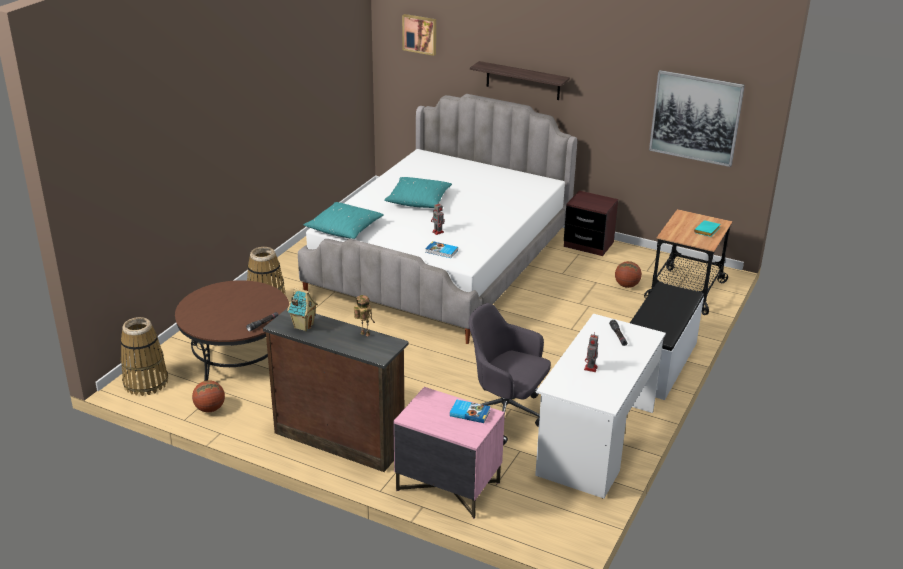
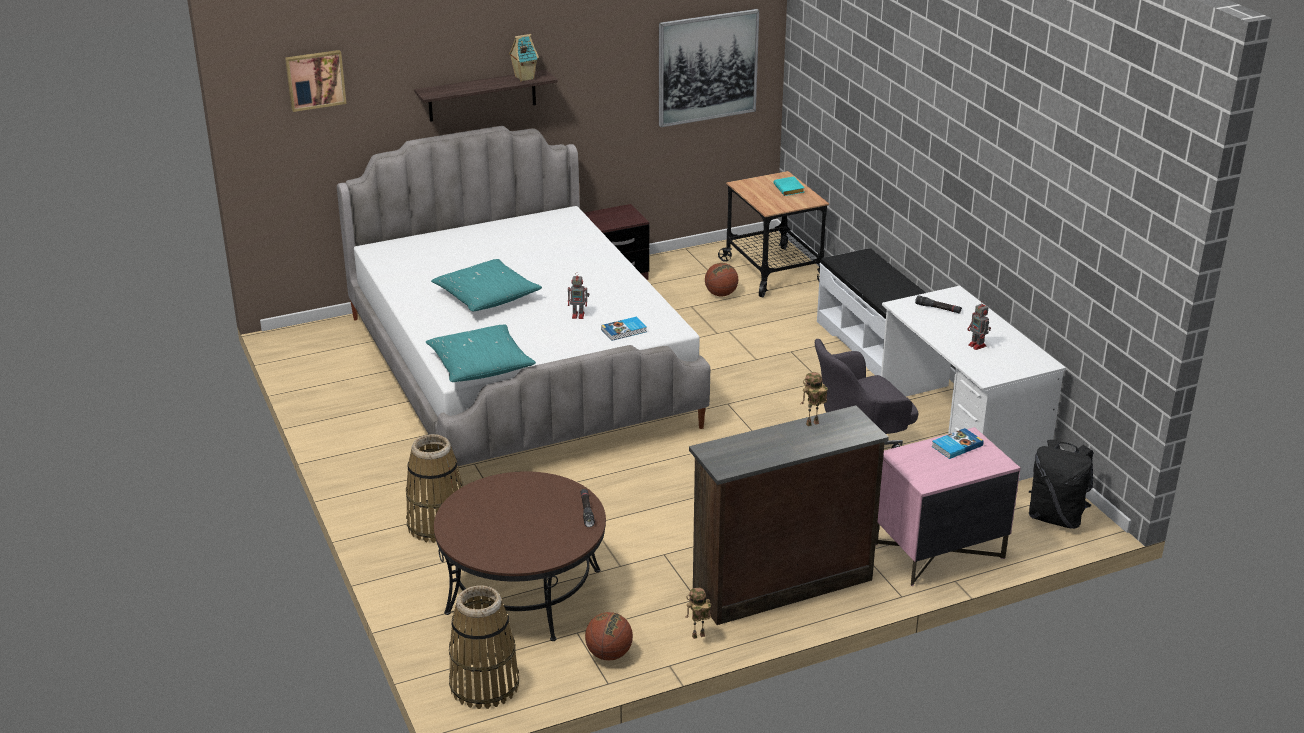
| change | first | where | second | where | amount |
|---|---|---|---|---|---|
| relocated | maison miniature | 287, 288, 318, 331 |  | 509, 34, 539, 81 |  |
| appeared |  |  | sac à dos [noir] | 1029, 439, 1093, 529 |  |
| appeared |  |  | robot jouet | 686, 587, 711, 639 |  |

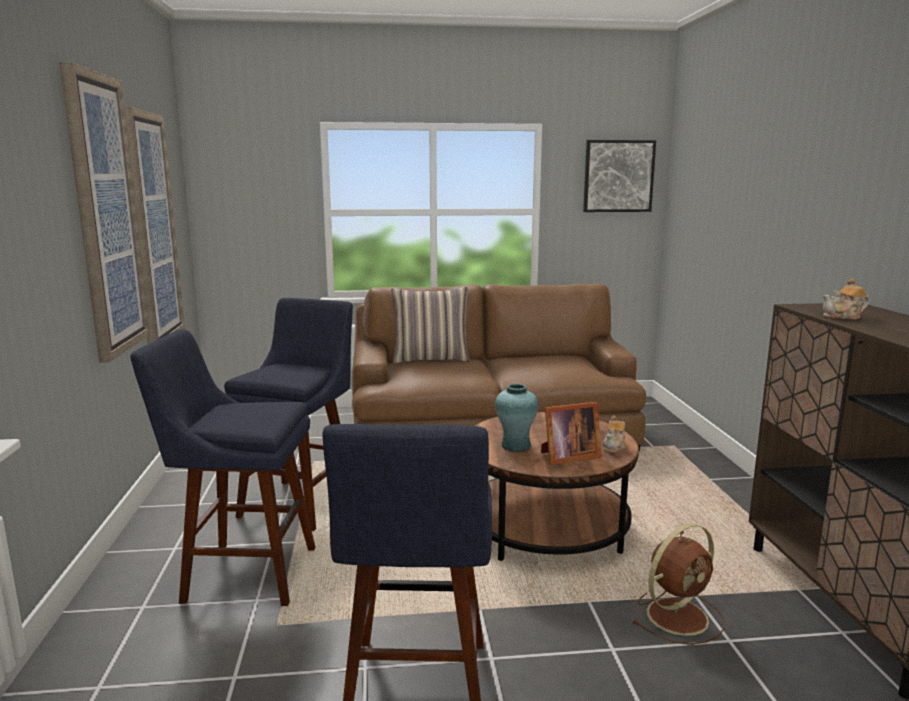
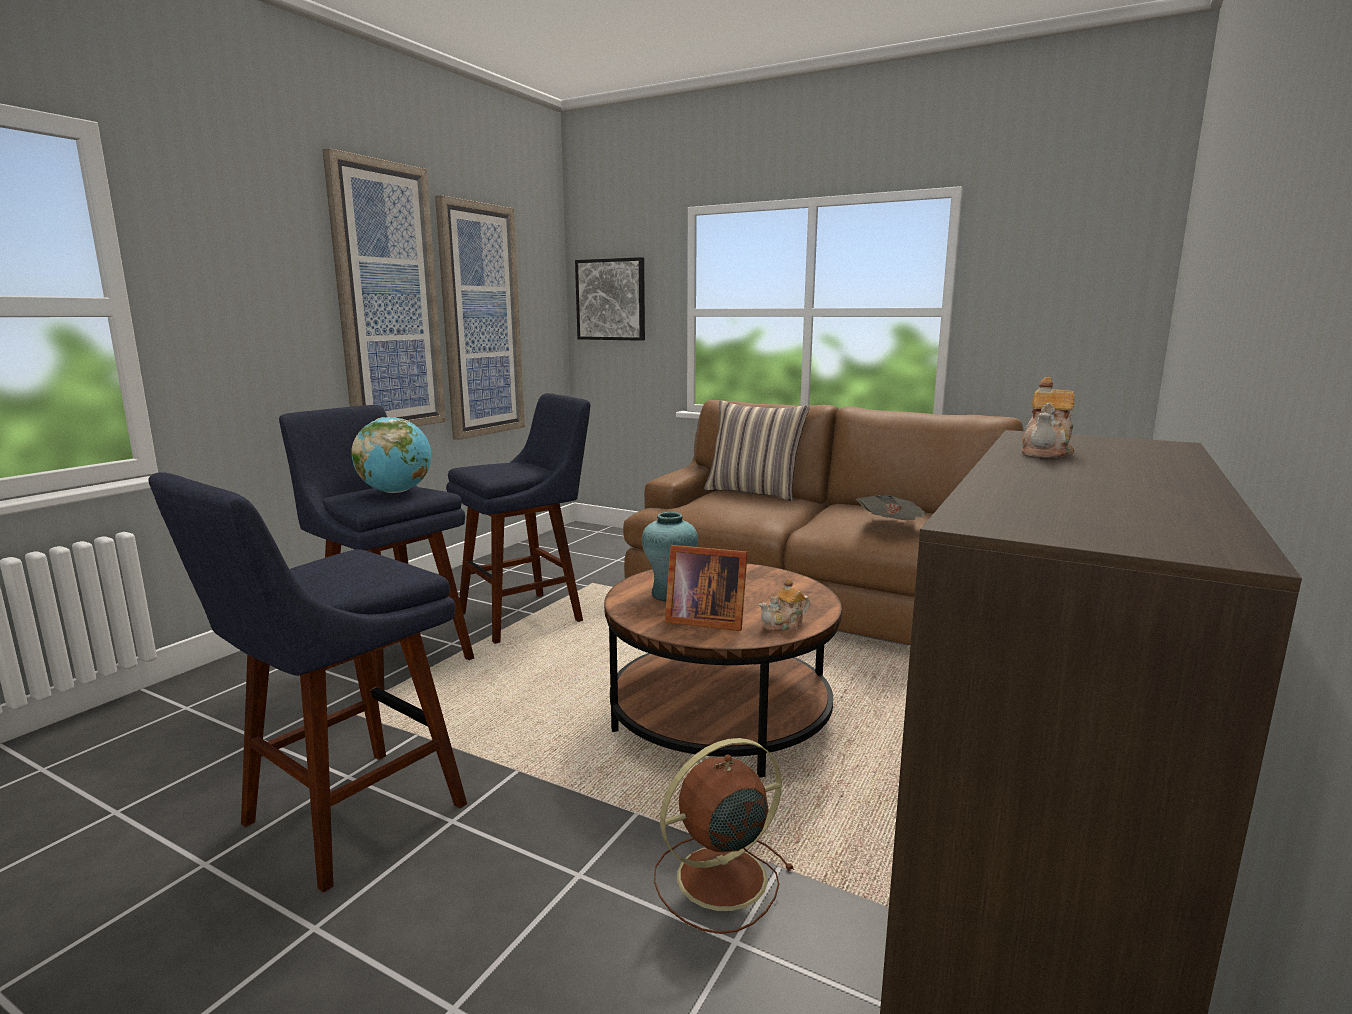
| change | first | where | second | where | amount |
|---|---|---|---|---|---|
| relocated | tableau | 583, 140, 656, 212 |  | 575, 257, 645, 341 |  |
| spun | théière | 822, 278, 870, 319 |  | 1021, 377, 1074, 458 | 90 degrees counterclockwise |
| spun | ventilateur [marron] | 633, 523, 725, 645 |  | 654, 738, 794, 934 | 150 degrees clockwise |
| appeared |  |  | globe | 351, 417, 432, 493 |  |
| appeared |  |  | journal | 856, 495, 926, 520 |  |

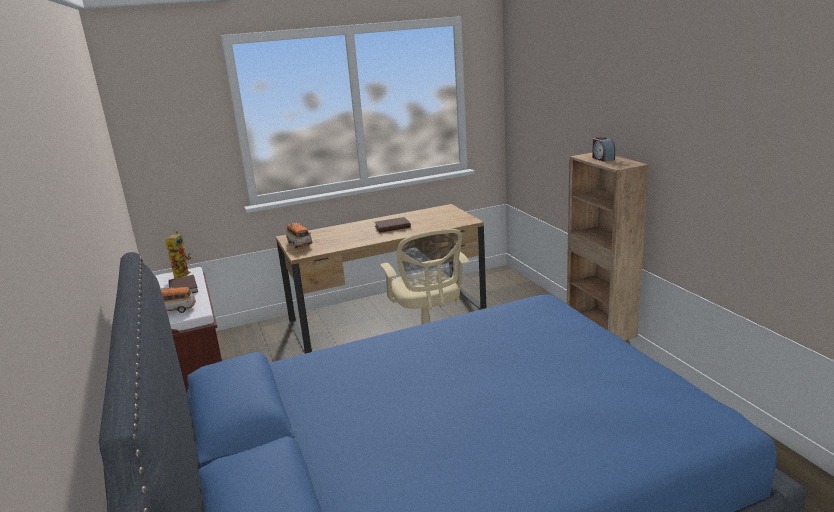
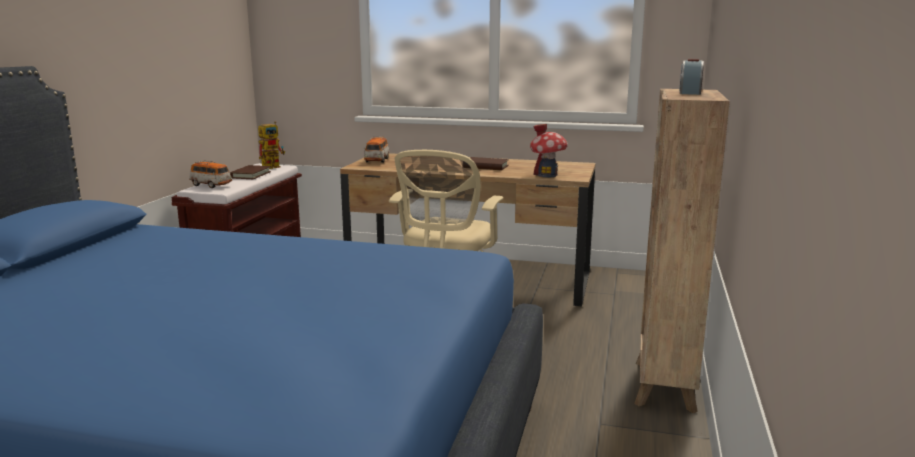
| change | first | where | second | where | amount |
|---|---|---|---|---|---|
| appeared |  |  | maison miniature | 530, 124, 568, 177 |  |

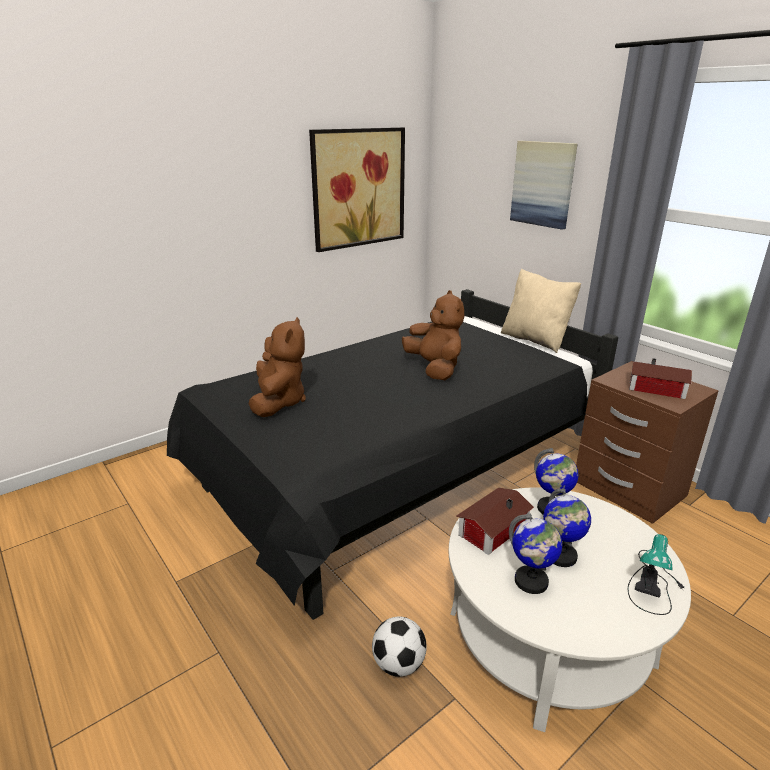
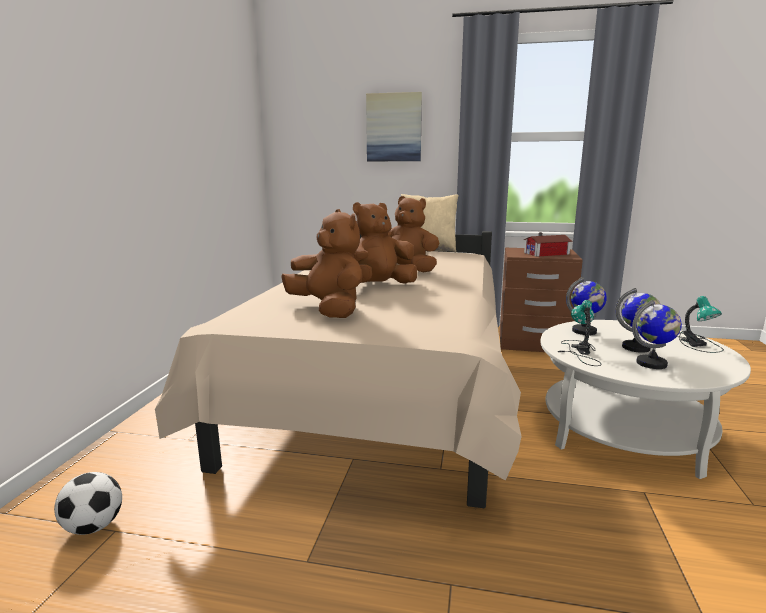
| change | first | where | second | where | amount |
|---|---|---|---|---|---|
| missing | tableau | 309, 127, 405, 252 |  |  |  |
| colour | lit [noir] | 167, 289, 618, 620 | lit [beige] | 155, 231, 522, 508 |  |
| exchanged | maison miniature | 456, 488, 534, 555 | lampe de table | 558, 300, 601, 366 |  |
| relocated | ballon de foot | 372, 616, 427, 677 |  | 54, 472, 122, 535 |  |
| appeared |  |  | peluche [marron] | 353, 202, 417, 284 |  |

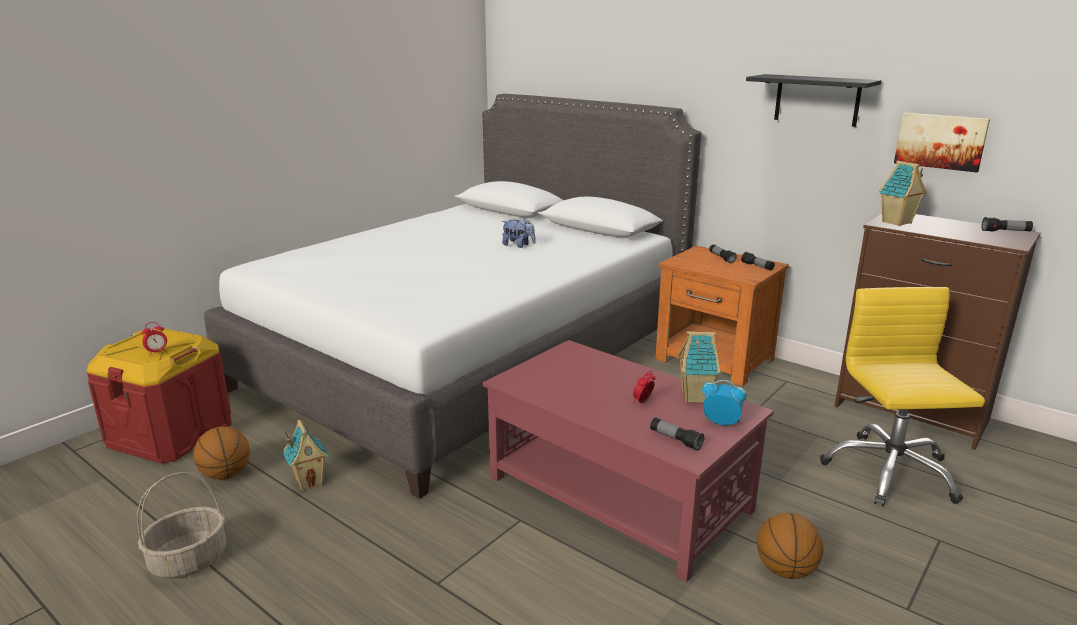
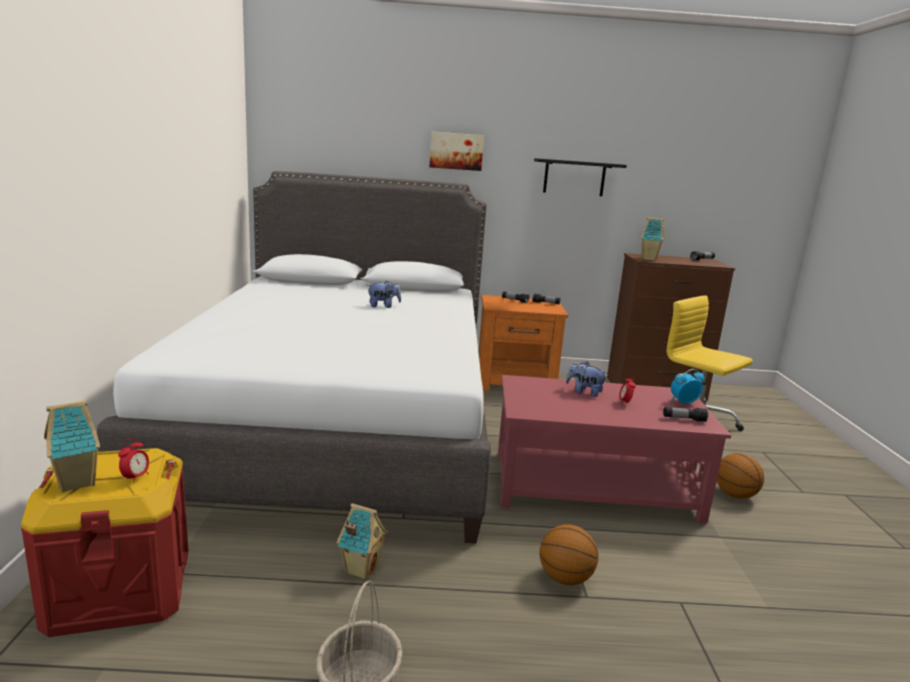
| change | first | where | second | where | amount |
|---|---|---|---|---|---|
| relocated | tableau | 894, 113, 990, 172 |  | 430, 132, 484, 171 |  |
| relocated | maison miniature | 678, 331, 721, 402 |  | 44, 400, 100, 492 |  |
| relocated | ballon de basket | 193, 426, 250, 480 |  | 540, 524, 598, 585 |  |
| appeared |  |  | peluche | 566, 362, 608, 397 |  |

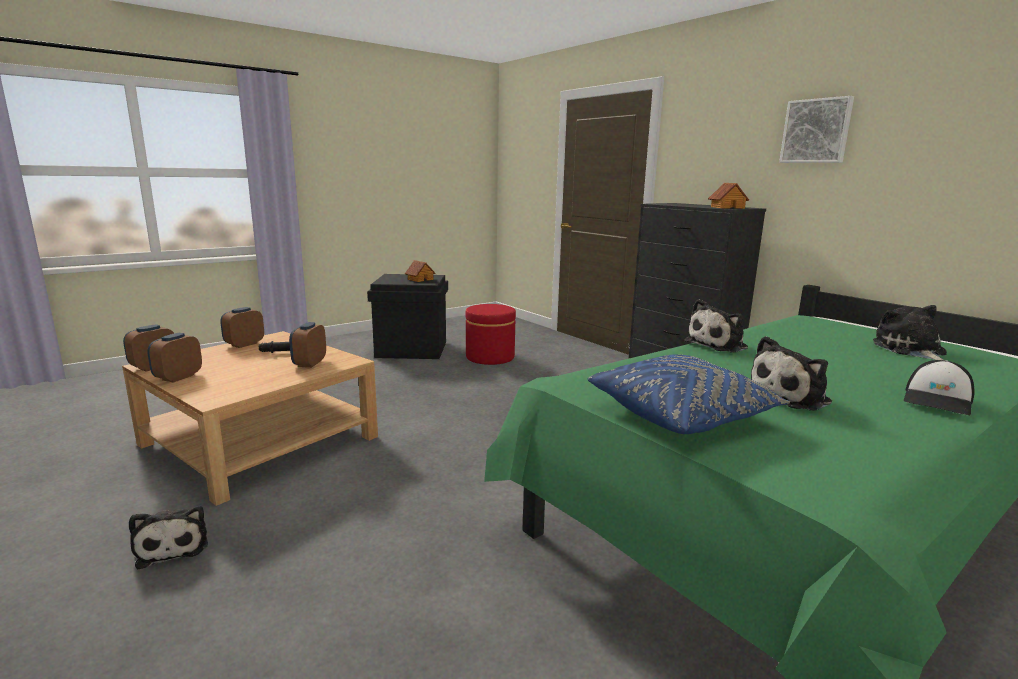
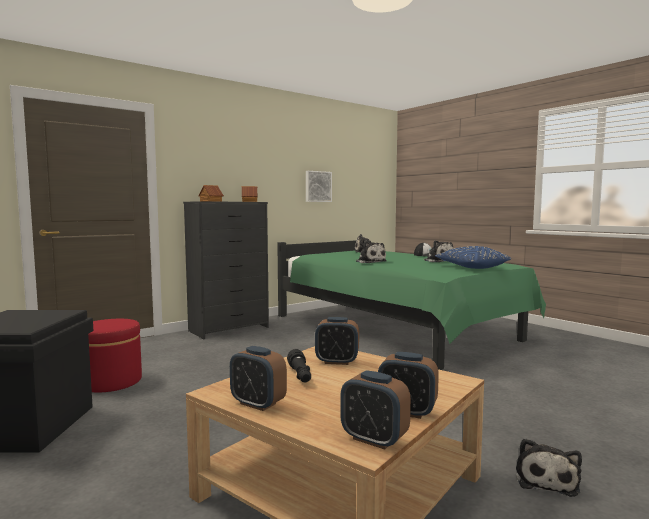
| change | first | where | second | where | amount |
|---|---|---|---|---|---|
| relocated | tableau | 779, 96, 854, 163 |  | 306, 171, 332, 202 |  |
| relocated | maison miniature | 405, 260, 435, 282 |  | 199, 185, 224, 202 |  |
| spun | peluche | 129, 506, 208, 569 |  | 516, 438, 582, 497 | 135 degrees clockwise |

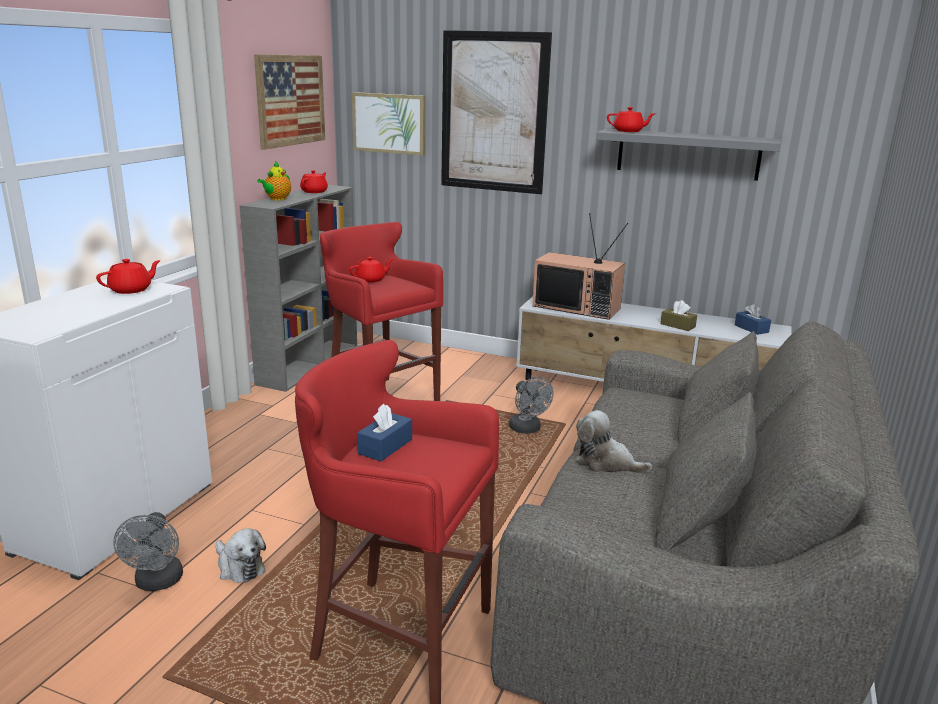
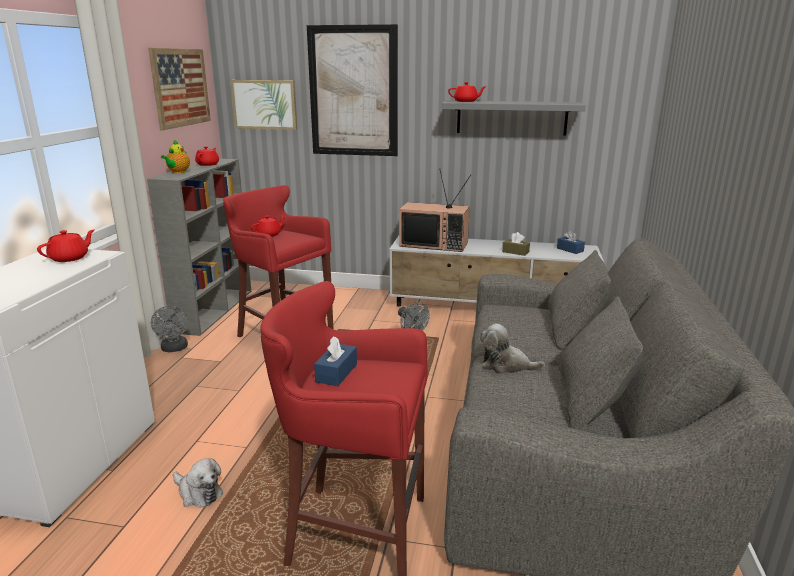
| change | first | where | second | where | amount |
|---|---|---|---|---|---|
| relocated | ventilateur [gris] | 113, 512, 183, 591 |  | 151, 306, 188, 352 |  |

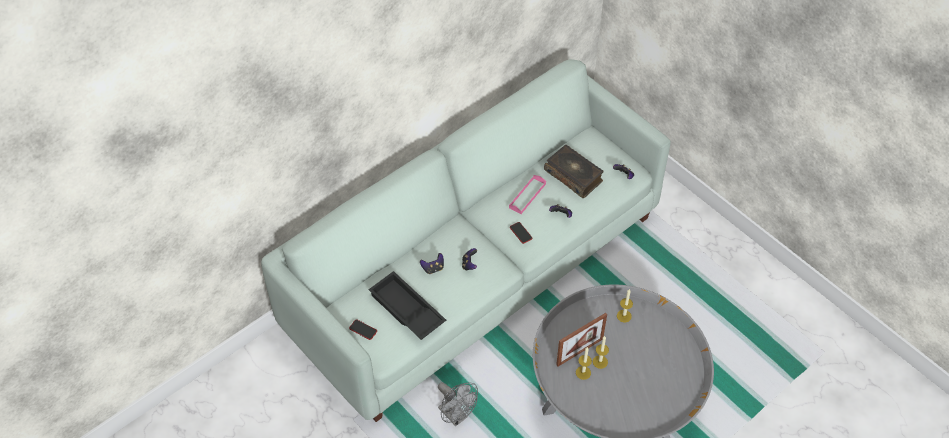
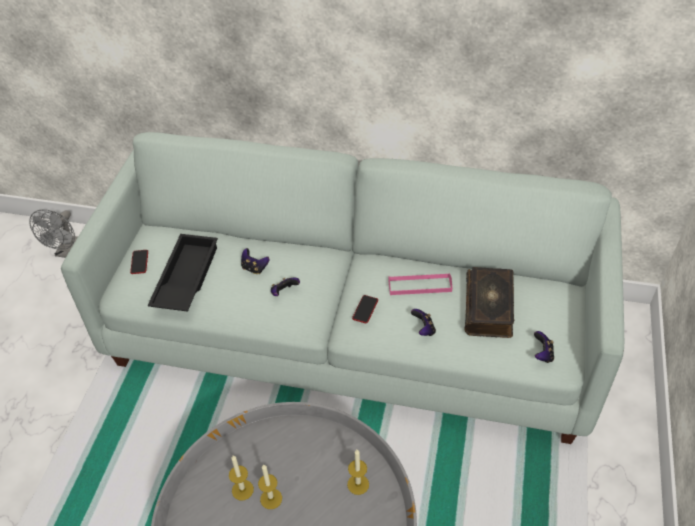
| change | first | where | second | where | amount |
|---|---|---|---|---|---|
| missing | cadre photo | 556, 313, 607, 366 |  |  |  |
| relocated | ventilateur [gris] | 438, 382, 478, 426 |  | 29, 209, 78, 258 |  |

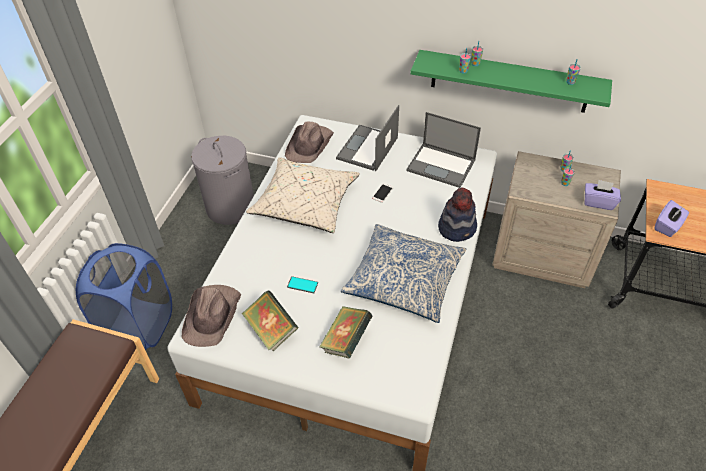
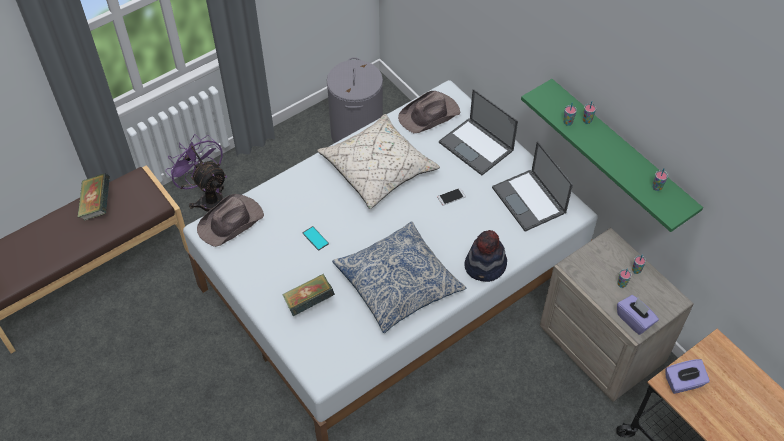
| change | first | where | second | where | amount |
|---|---|---|---|---|---|
| spun | ordinateur portable | 336, 105, 399, 171 |  | 439, 89, 518, 176 | 105 degrees counterclockwise |
| exchanged | panier à linge [bleu] | 76, 243, 172, 351 | ventilateur [violet] | 165, 134, 227, 212 |  |
| relocated | livre | 242, 291, 299, 351 |  | 77, 174, 110, 221 |  |

